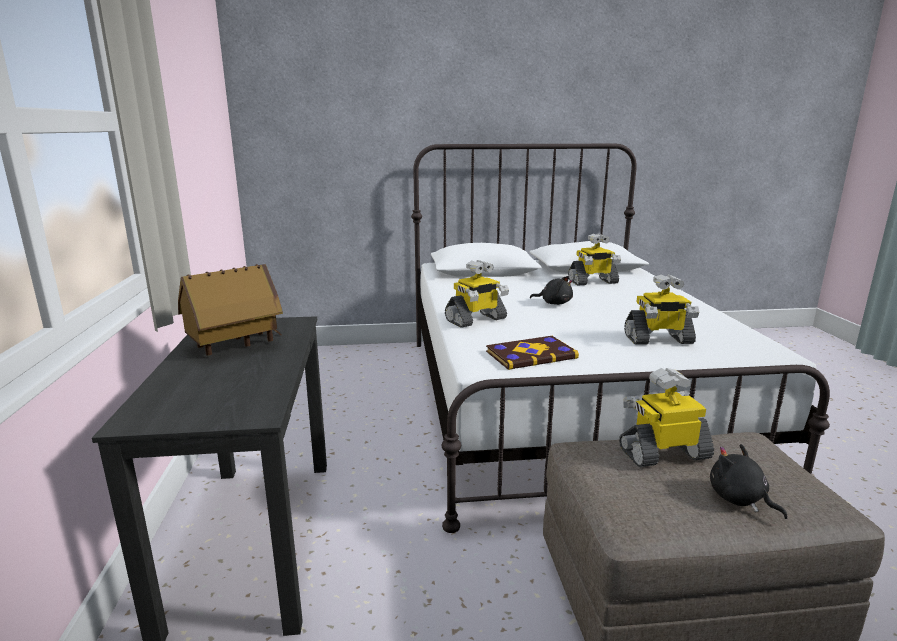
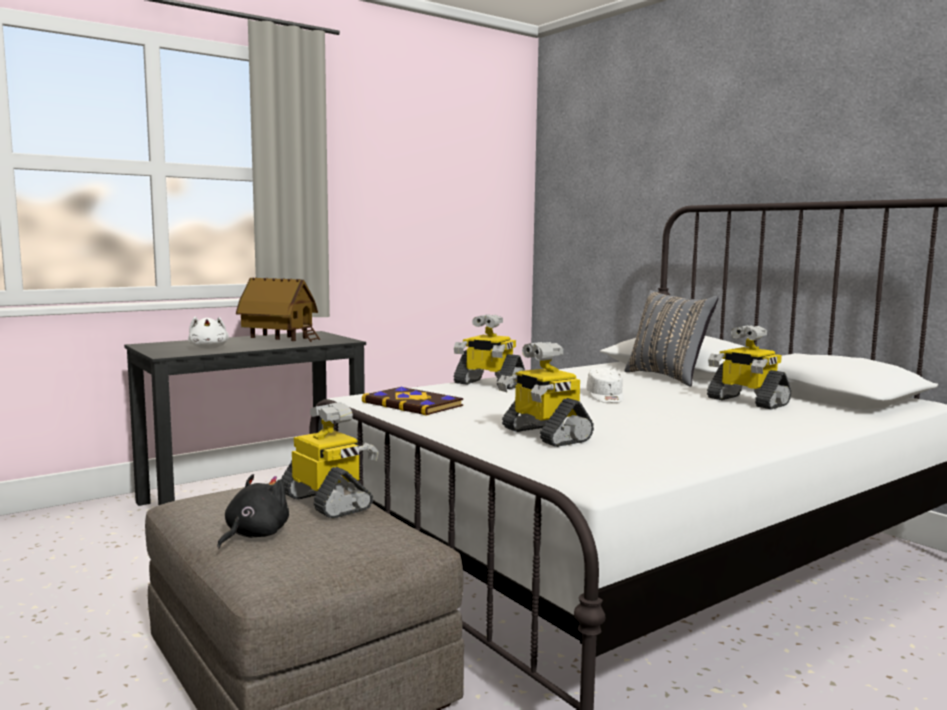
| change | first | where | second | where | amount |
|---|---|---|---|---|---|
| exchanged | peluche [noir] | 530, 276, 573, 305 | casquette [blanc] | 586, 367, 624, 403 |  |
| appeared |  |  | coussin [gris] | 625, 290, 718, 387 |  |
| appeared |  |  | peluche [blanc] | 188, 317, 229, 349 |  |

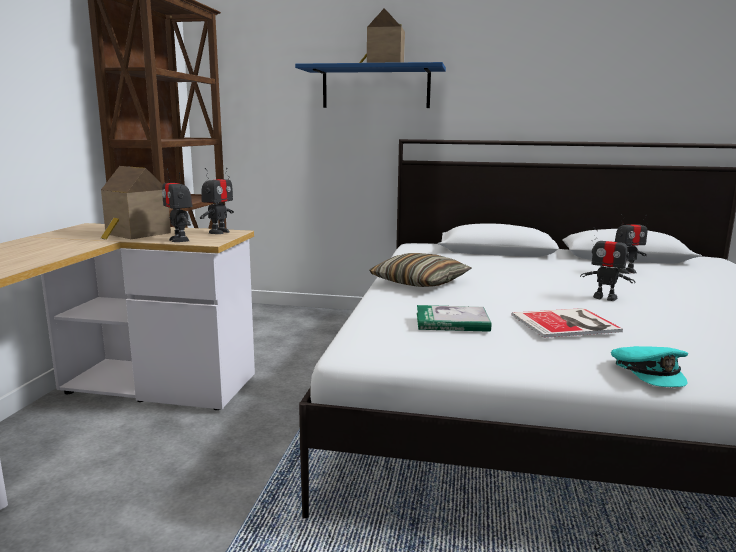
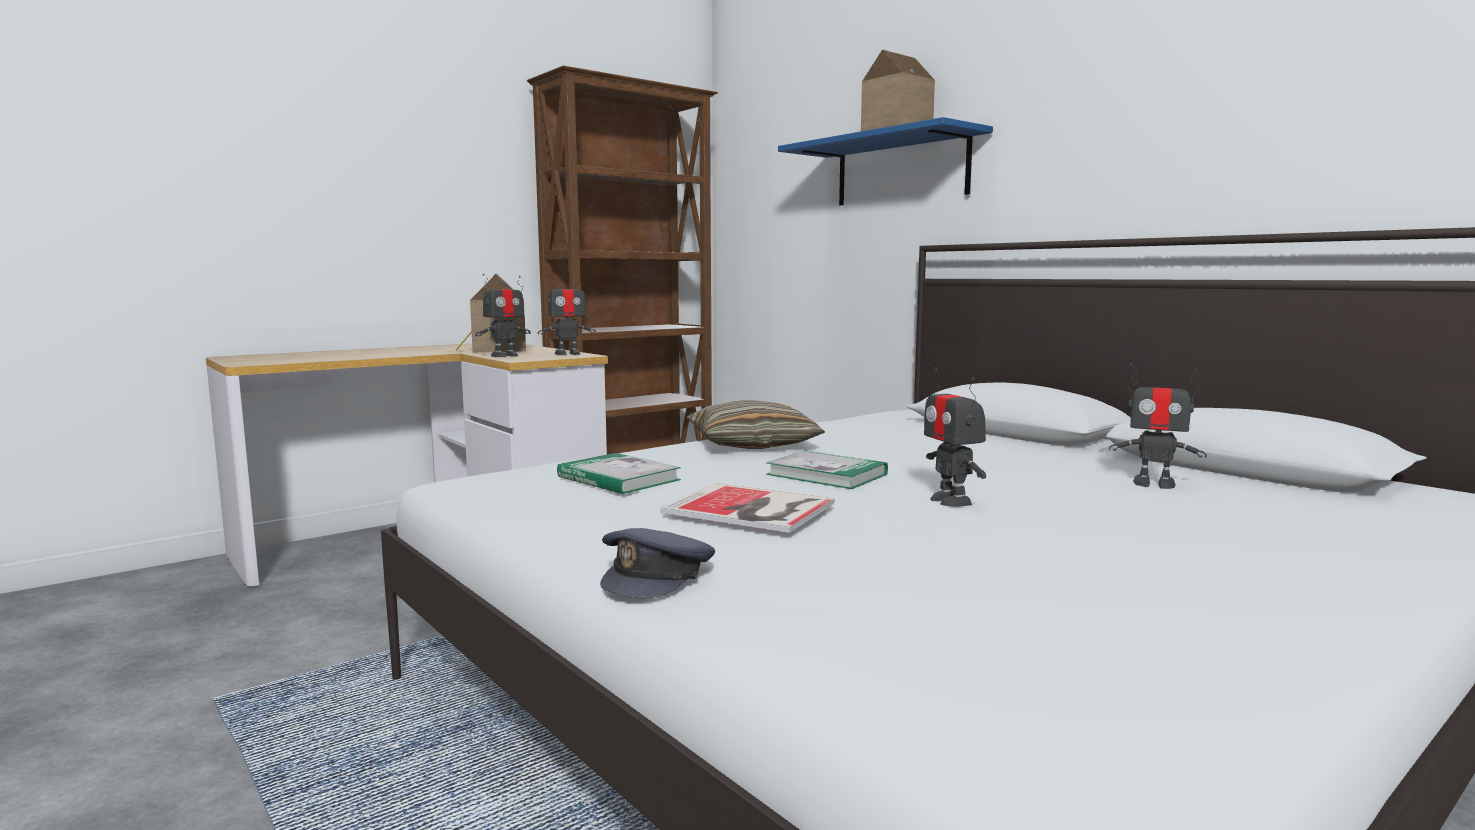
| change | first | where | second | where | amount |
|---|---|---|---|---|---|
| spun | robot jouet | 162, 169, 193, 242 |  | 475, 274, 531, 357 | 135 degrees counterclockwise |
| colour | casquette [turquoise] | 611, 346, 688, 387 | casquette [gris] | 600, 528, 715, 598 |  |
| appeared |  |  | livre | 766, 451, 888, 489 |  |

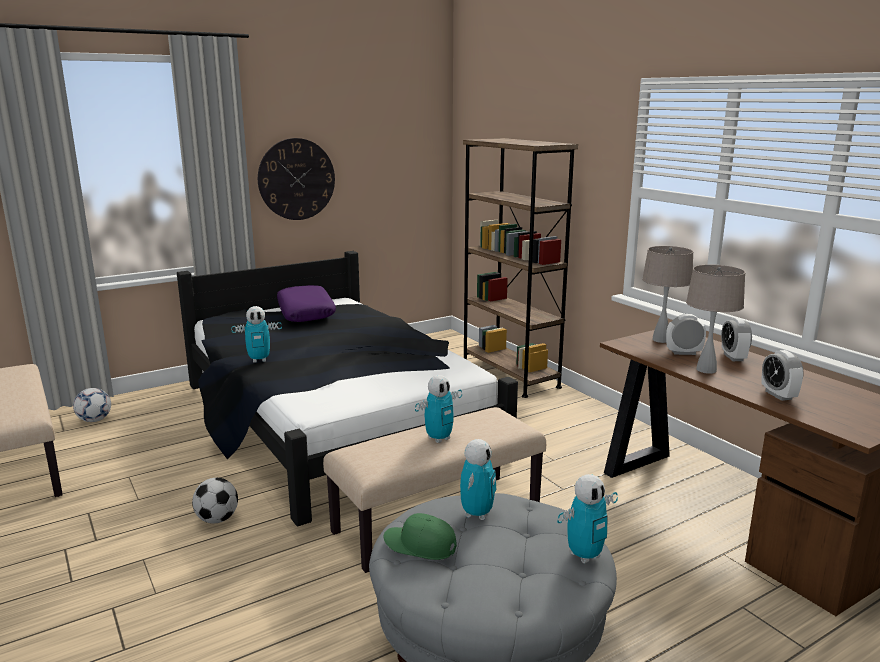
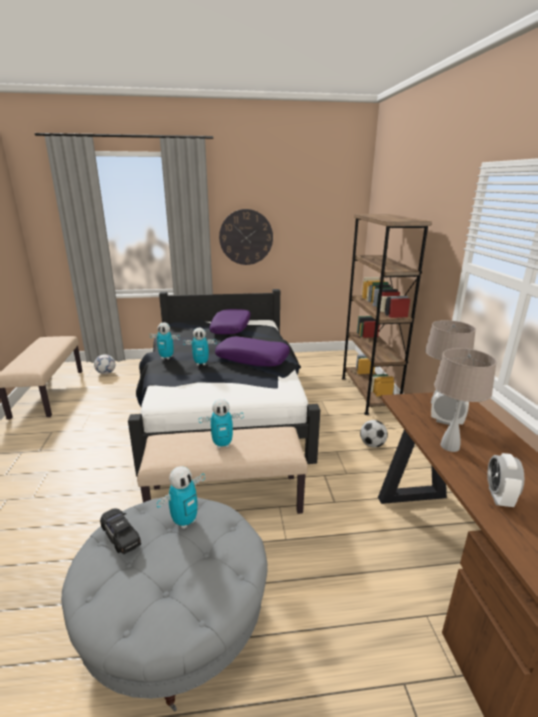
| change | first | where | second | where | amount |
|---|---|---|---|---|---|
| missing | réveil | 721, 318, 752, 361 |  |  |  |
| relocated | robot jouet | 557, 474, 618, 563 |  | 183, 328, 217, 366 |  |
| relocated | ballon de foot | 192, 478, 238, 523 |  | 360, 420, 388, 448 |  |
| exchanged | casquette [vert] | 383, 513, 457, 560 | petite voiture [noir] | 100, 508, 141, 554 |  |
| appeared |  |  | coussin [violet] | 215, 336, 290, 366 |  |

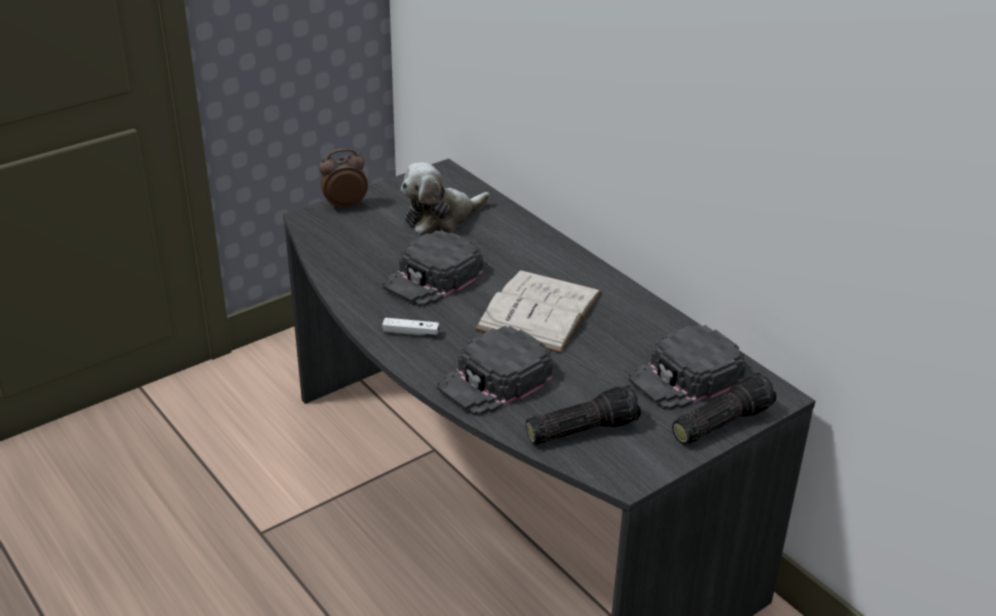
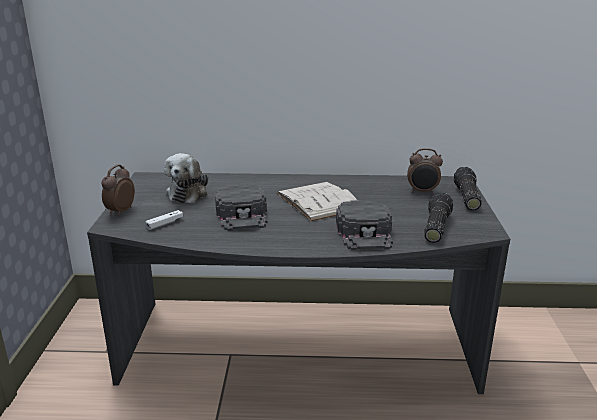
| change | first | where | second | where | amount |
|---|---|---|---|---|---|
| relocated | manette [blanc] | 382, 318, 439, 336 |  | 145, 210, 183, 230 |  |
| exchanged | casquette [noir] | 629, 324, 746, 410 | réveil | 407, 148, 443, 194 |  |

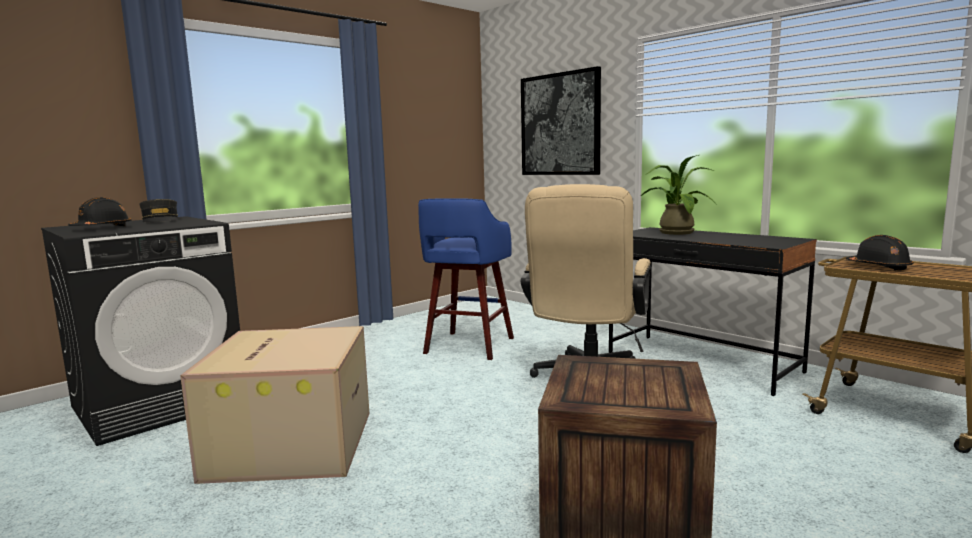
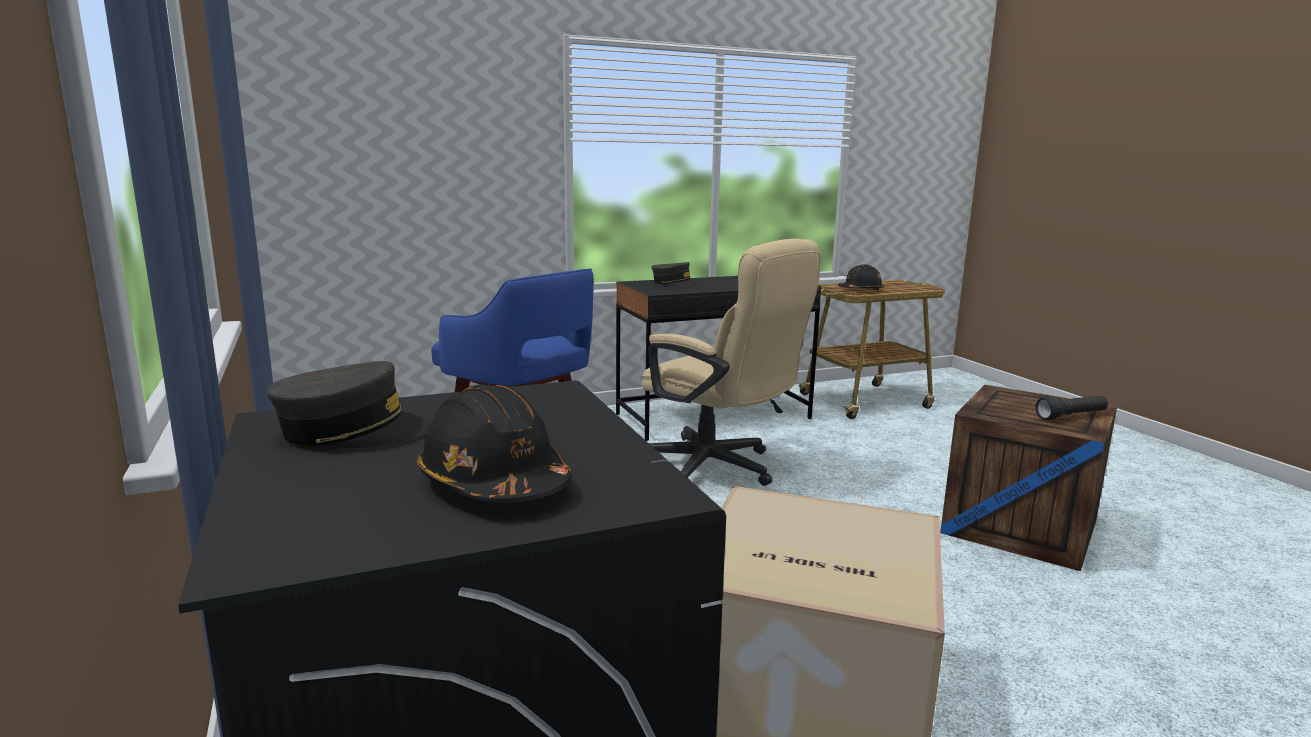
| change | first | where | second | where | amount |
|---|---|---|---|---|---|
| missing | tableau | 521, 66, 601, 175 |  |  |  |
| exchanged | plante en pot | 640, 155, 717, 235 | casquette [gris] | 652, 262, 700, 286 |  |
| appeared |  |  | lampe de poche [noir] | 1035, 396, 1108, 420 |  |

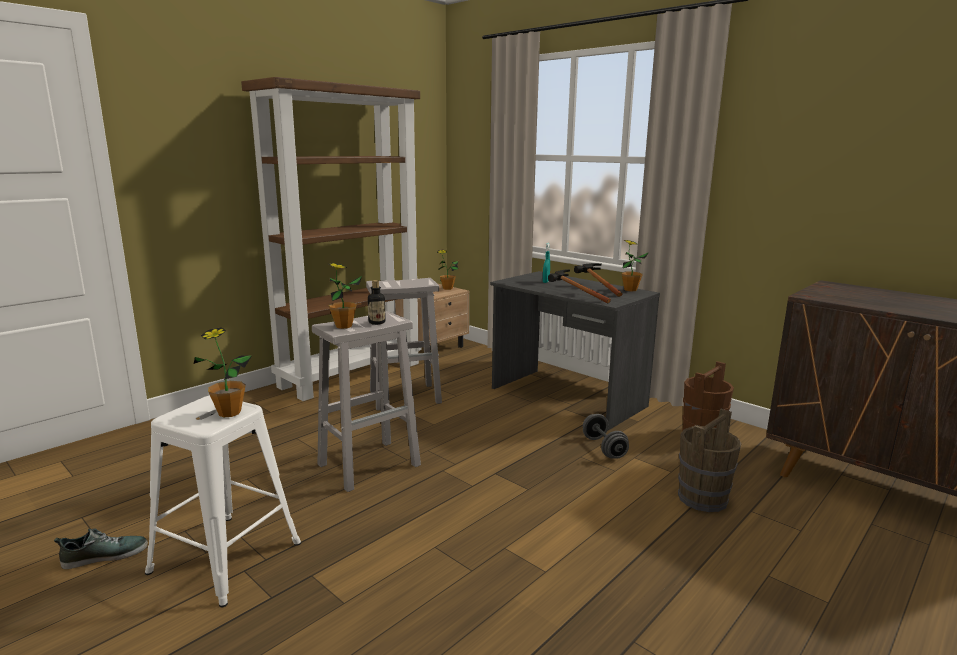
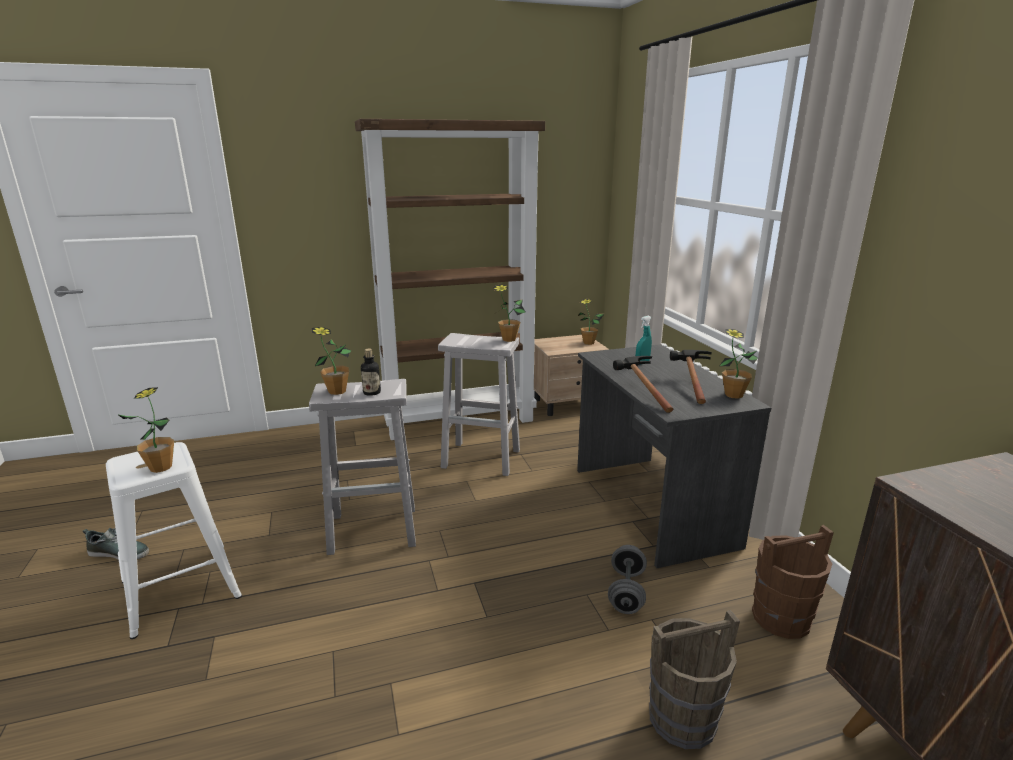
| change | first | where | second | where | amount |
|---|---|---|---|---|---|
| appeared |  |  | plante en pot | 493, 284, 526, 342 |  |

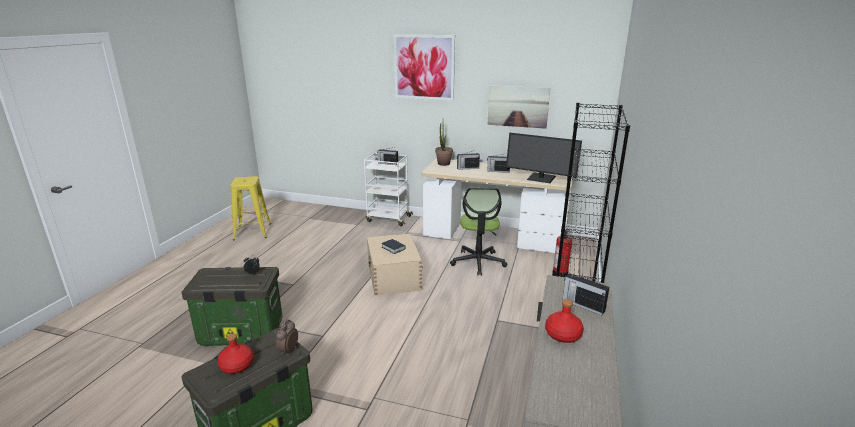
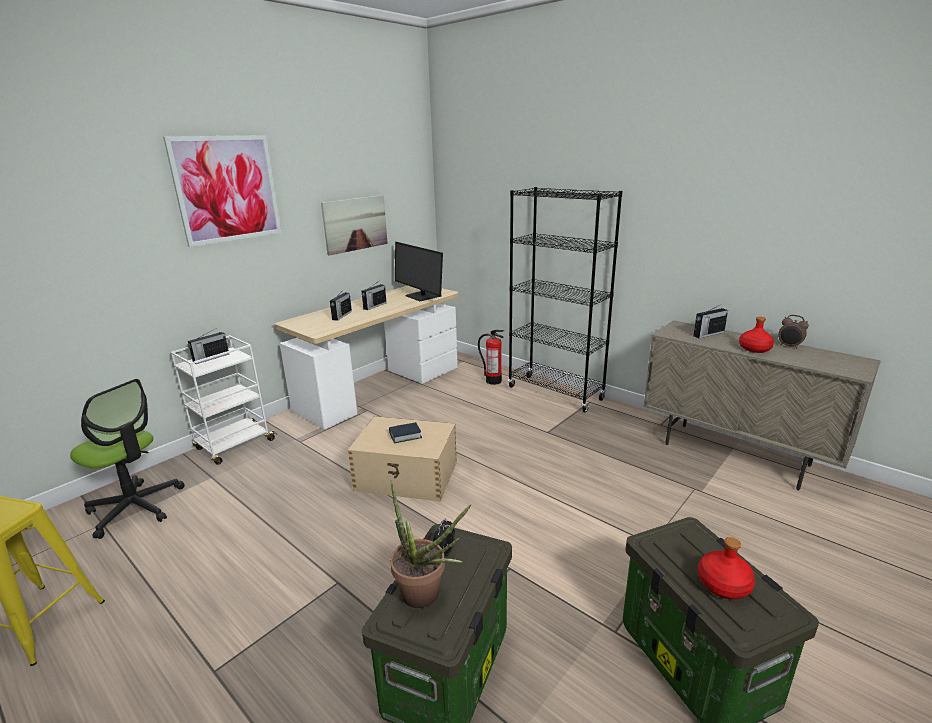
| change | first | where | second | where | amount |
|---|---|---|---|---|---|
| relocated | plante en pot | 435, 123, 453, 166 |  | 390, 480, 471, 608 |  |
| spun | écran d'ordinateur | 506, 133, 582, 183 |  | 395, 242, 443, 301 | 90 degrees clockwise |
| relocated | chaise de bureau | 450, 188, 507, 276 |  | 70, 379, 185, 539 |  |
| relocated | réveil | 276, 320, 298, 356 |  | 778, 315, 809, 349 |  |

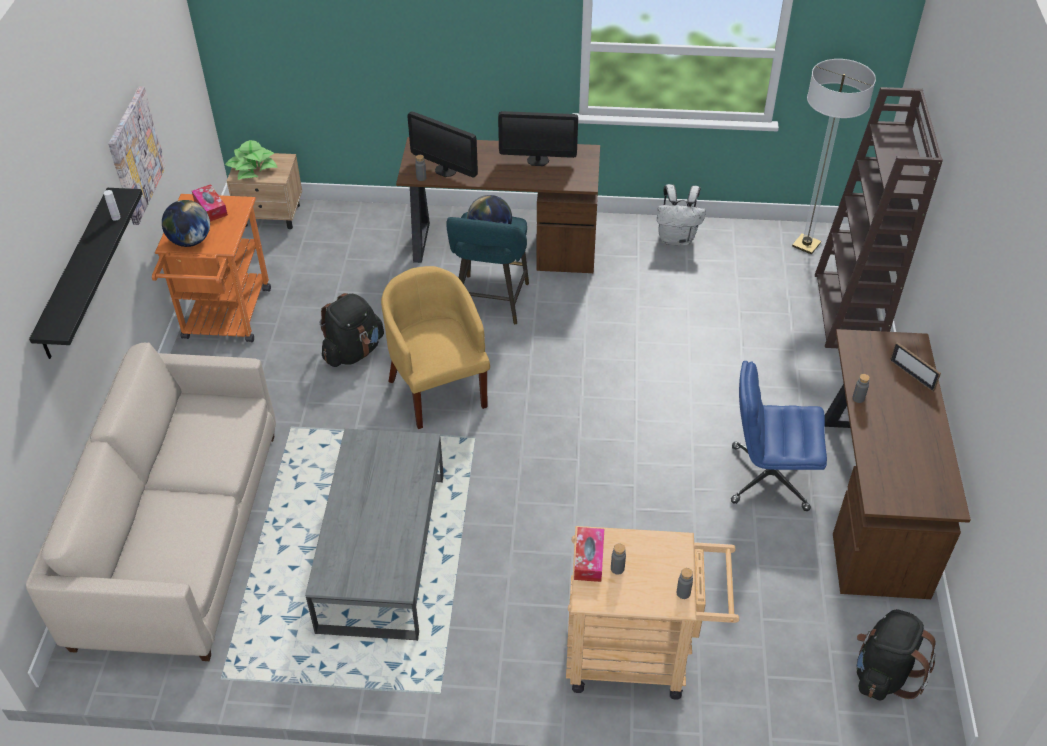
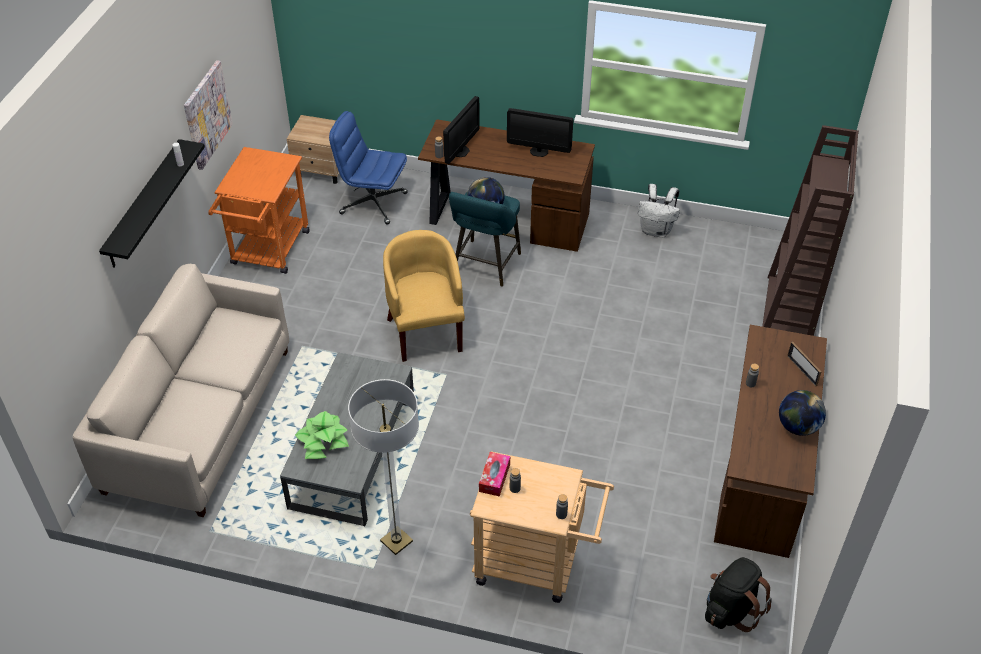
| change | first | where | second | where | amount |
|---|---|---|---|---|---|
| relocated | lampadaire | 792, 59, 876, 255 |  | 348, 379, 419, 555 |  |
| spun | écran d'ordinateur | 407, 111, 478, 178 |  | 443, 96, 480, 164 | 105 degrees counterclockwise |
| relocated | plante en pot | 225, 140, 278, 180 |  | 295, 411, 349, 459 |  |
| missing | boîte à mouchoirs | 192, 184, 228, 222 |  |  |  |
| relocated | globe | 162, 200, 210, 247 |  | 779, 390, 826, 436 |  |
| missing | sac à dos [noir] | 320, 293, 384, 367 |  |  |  |
| relocated | chaise de bureau [bleu] | 731, 361, 827, 511 |  | 329, 111, 408, 225 |  |

